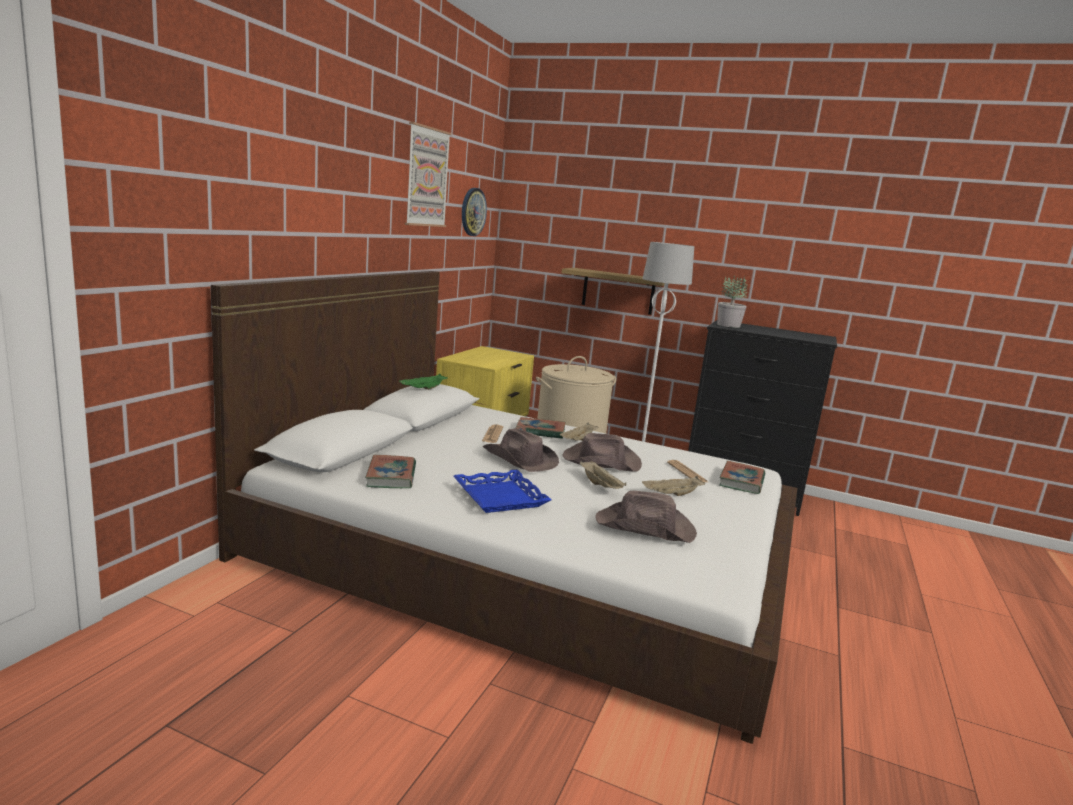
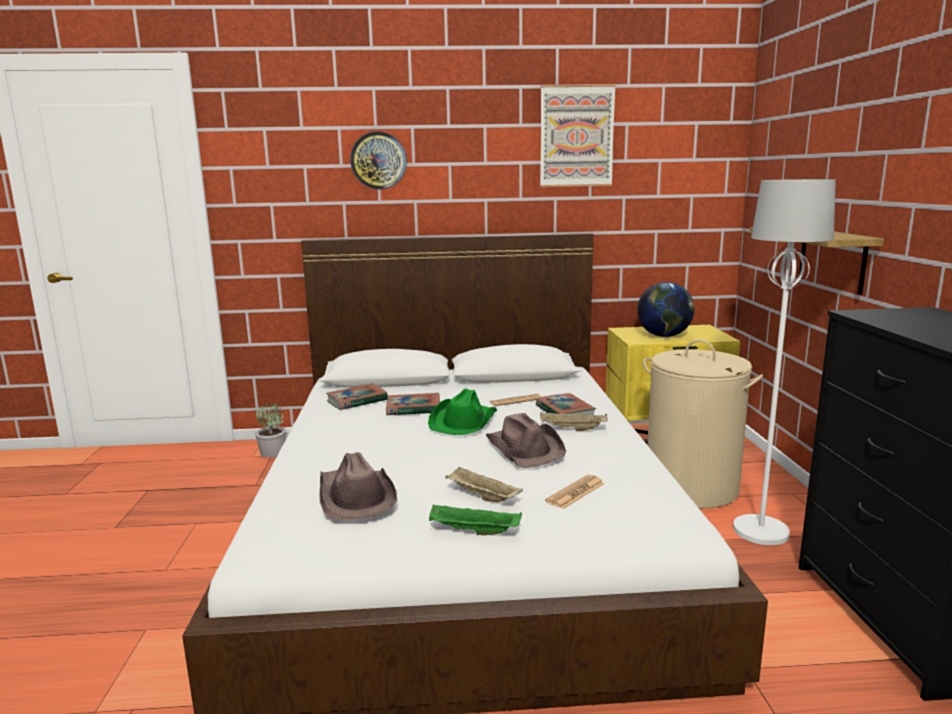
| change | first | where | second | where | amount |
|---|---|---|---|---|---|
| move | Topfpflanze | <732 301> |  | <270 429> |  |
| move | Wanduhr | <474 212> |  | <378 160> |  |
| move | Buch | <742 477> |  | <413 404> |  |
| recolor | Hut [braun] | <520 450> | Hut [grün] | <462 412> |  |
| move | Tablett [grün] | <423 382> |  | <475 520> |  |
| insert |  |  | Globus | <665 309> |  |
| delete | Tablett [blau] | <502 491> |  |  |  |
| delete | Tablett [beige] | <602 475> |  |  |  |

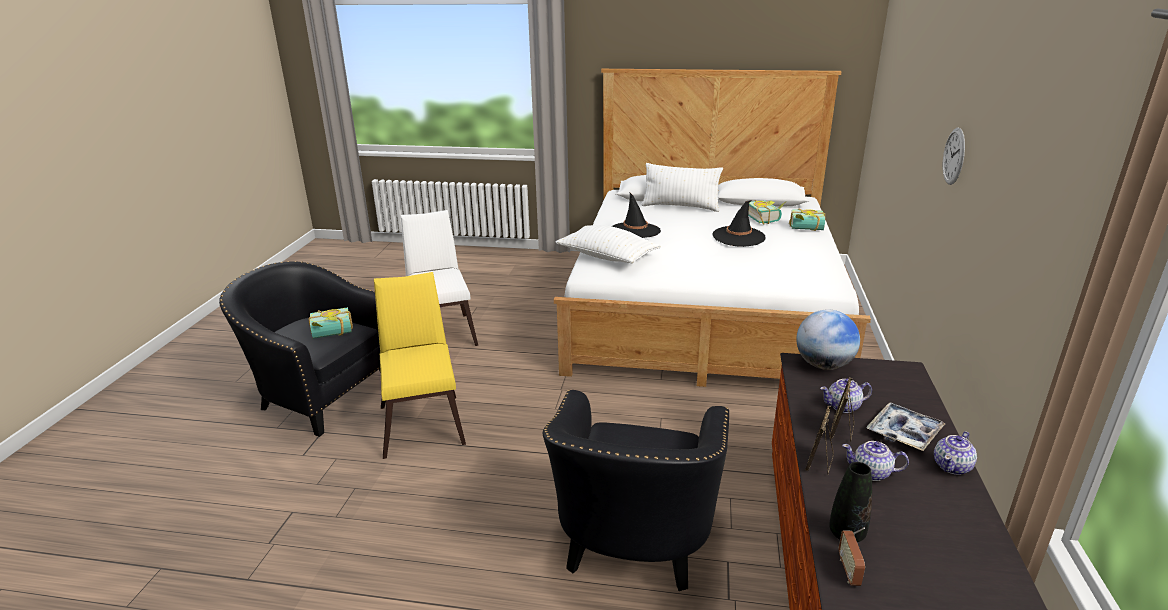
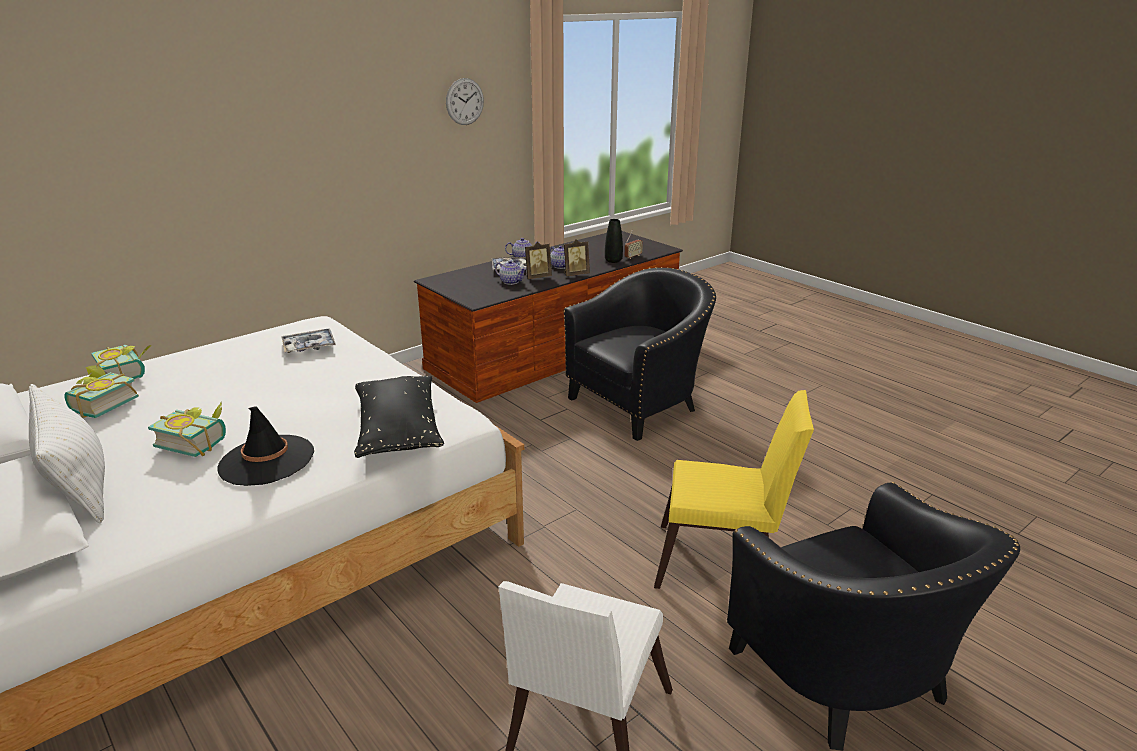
| change | first | where | second | where | amount |
|---|---|---|---|---|---|
| move | Buch | <330 323> |  | <187 429> |  |
| insert |  |  | Tablett | <308 341> |  |
| recolor | Kissen [weiß] | <608 244> | Kissen [schwarz] | <399 417> |  |
| move | Wanduhr | <954 156> |  | <465 101> |  |
| rotate | Stuhl [gelb] | <420 365> |  | <734 489> | 105 degrees counterclockwise |
| delete | Hut [schwarz] | <739 223> |  |  |  |
| delete | Globus | <828 340> |  |  |  |

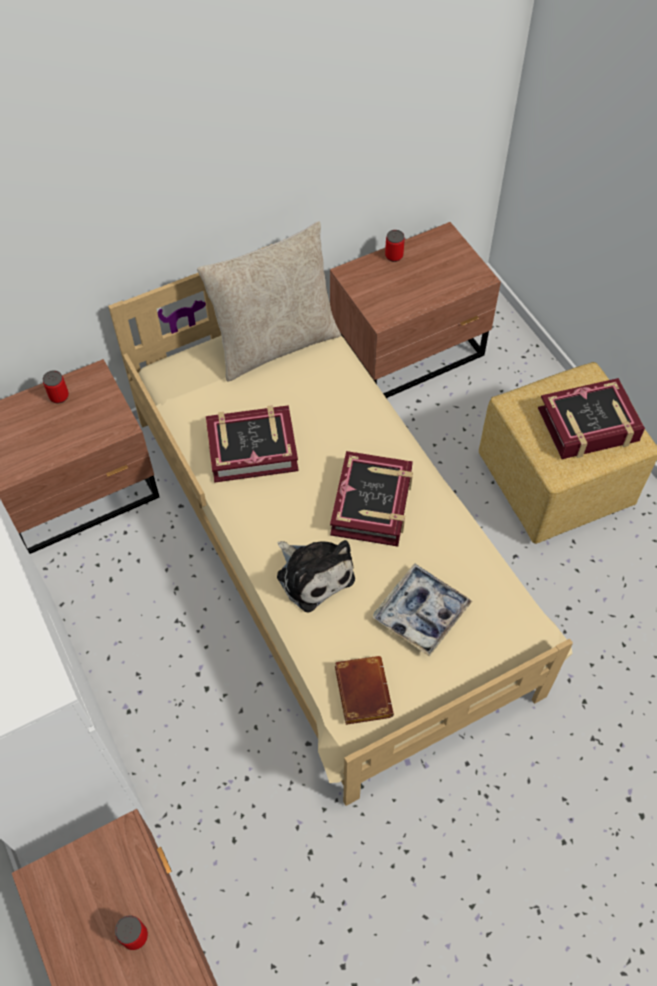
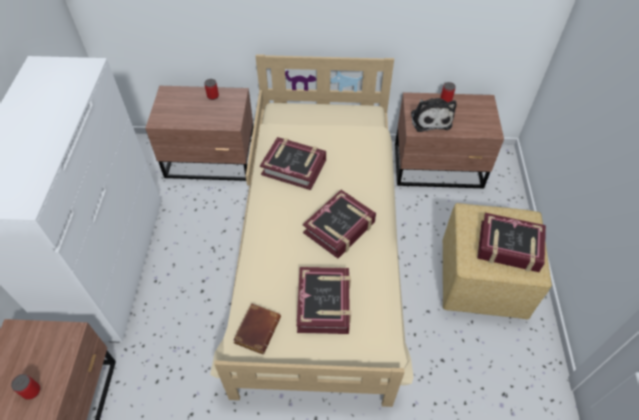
| change | first | where | second | where | amount |
|---|---|---|---|---|---|
| replace | Tablett | <422 609> | Buch | <324 300> |  |
| move | Plüschtier | <316 576> |  | <433 115> |  |
| delete | Kissen [beige] | <269 301> |  |  |  |

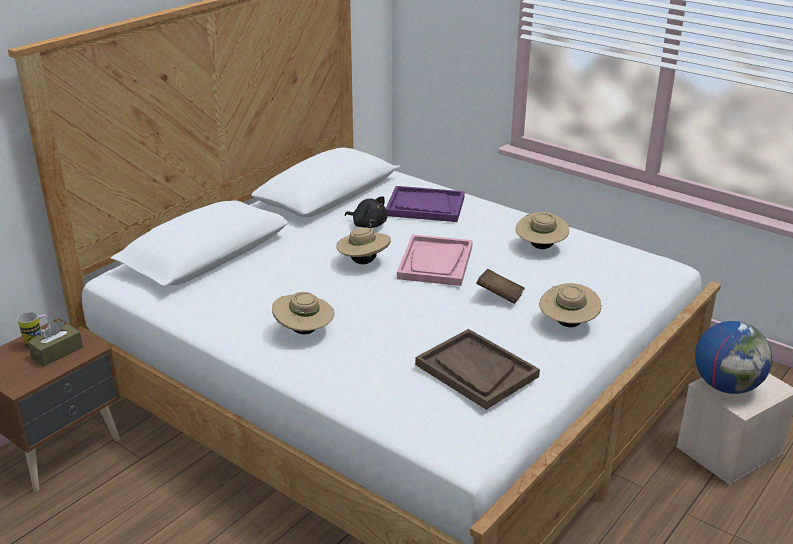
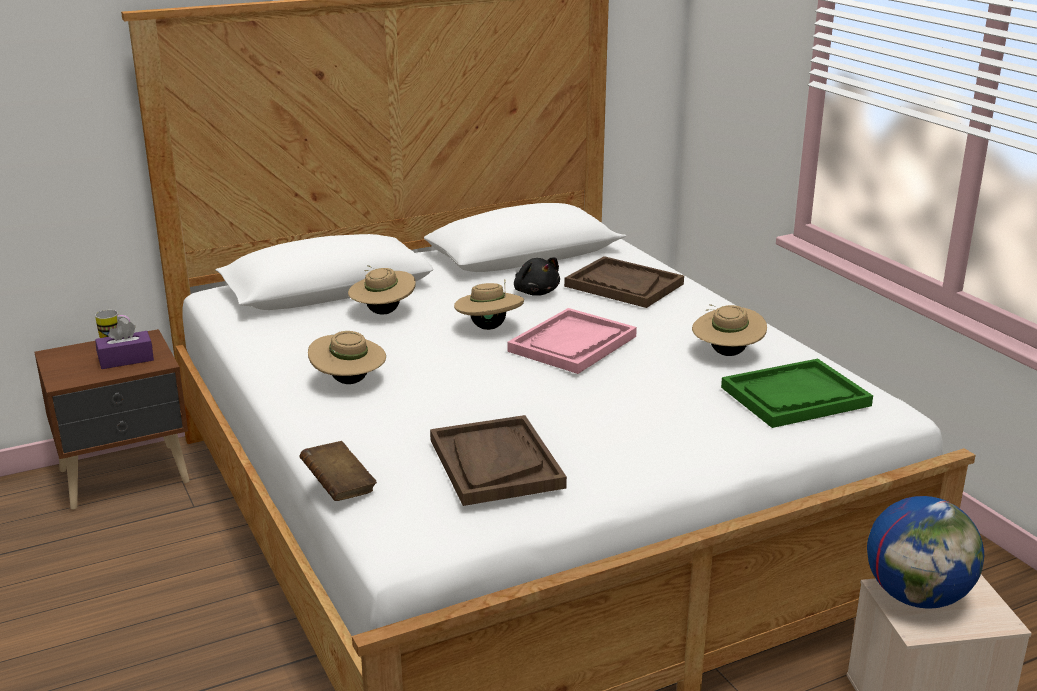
| change | first | where | second | where | amount |
|---|---|---|---|---|---|
| recolor | Taschentuchbox [braun] | <55 343> | Taschentuchbox [lila] | <124 345> |  |
| move | Buch [braun] | <500 286> |  | <338 471> |  |
| move | Hut [beige] | <570 305> |  | <382 290> |  |
| recolor | Tablett [lila] | <425 204> | Tablett [braun] | <624 282> |  |
| insert |  |  | Tablett [grün] | <797 393> |  |

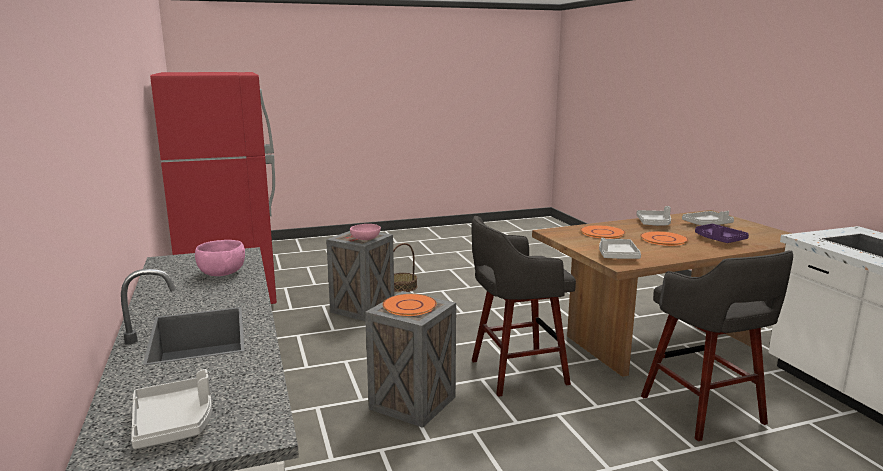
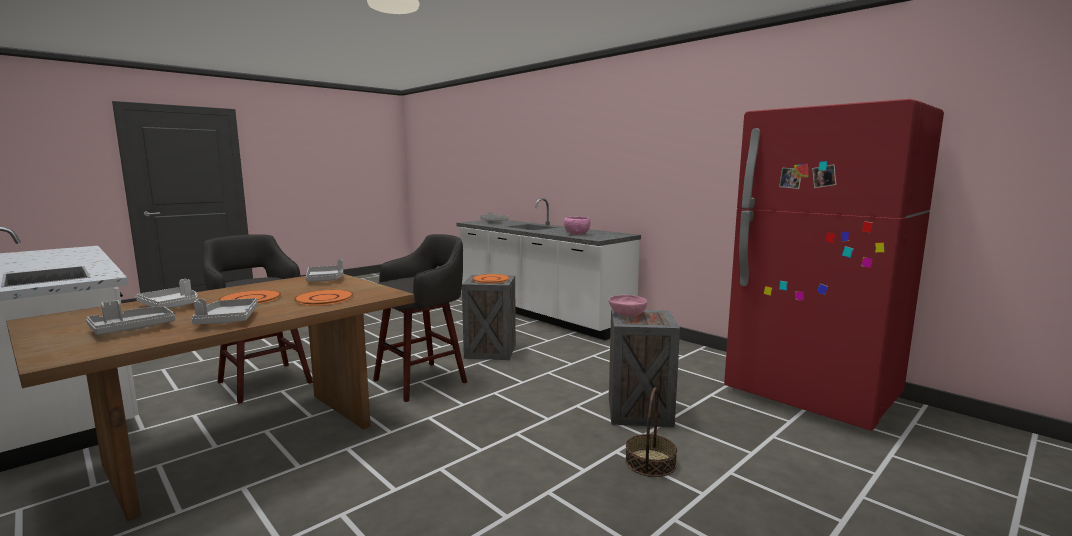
| change | first | where | second | where | amount |
|---|---|---|---|---|---|
| recolor | Tablett [lila] | <722 233> | Tablett [weiß] | <167 293> |  |

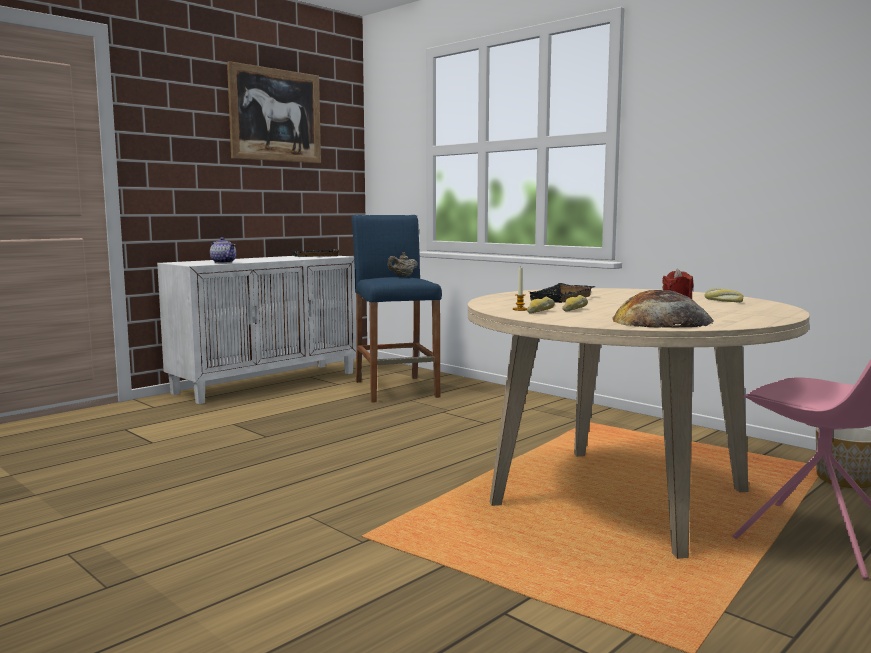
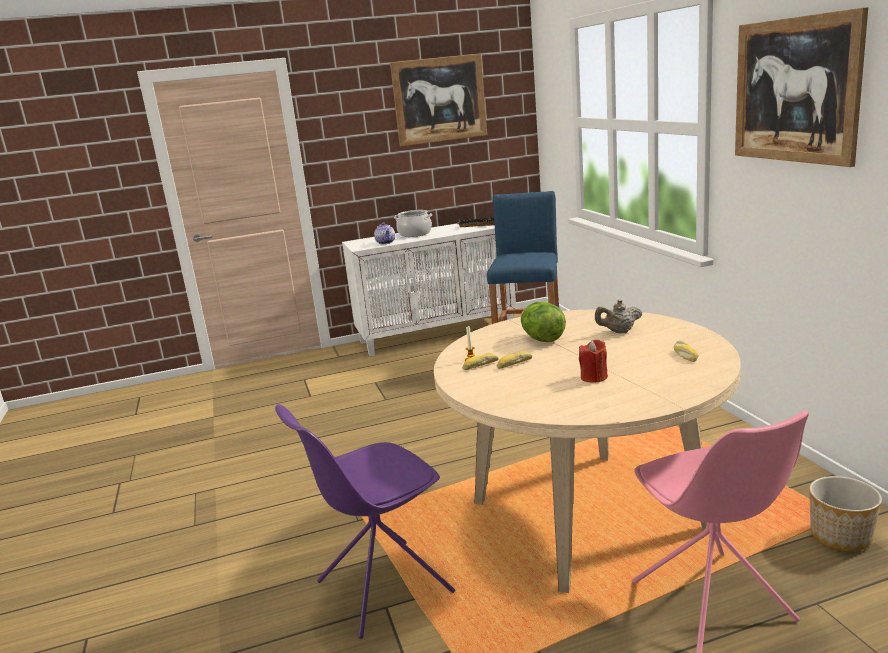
| change | first | where | second | where | amount |
|---|---|---|---|---|---|
| insert |  |  | Stuhl [lila] | <365 521> |  |
| insert |  |  | Kochtopf | <413 223> |  |
| replace | Tablett [schwarz] | <562 293> | Salatkopf | <543 322> |  |
| move | Teekanne [beige] | <402 264> |  | <618 316> |  |
| insert |  |  | Bild | <801 87> |  |
| delete | Brot | <663 309> |  |  |  |

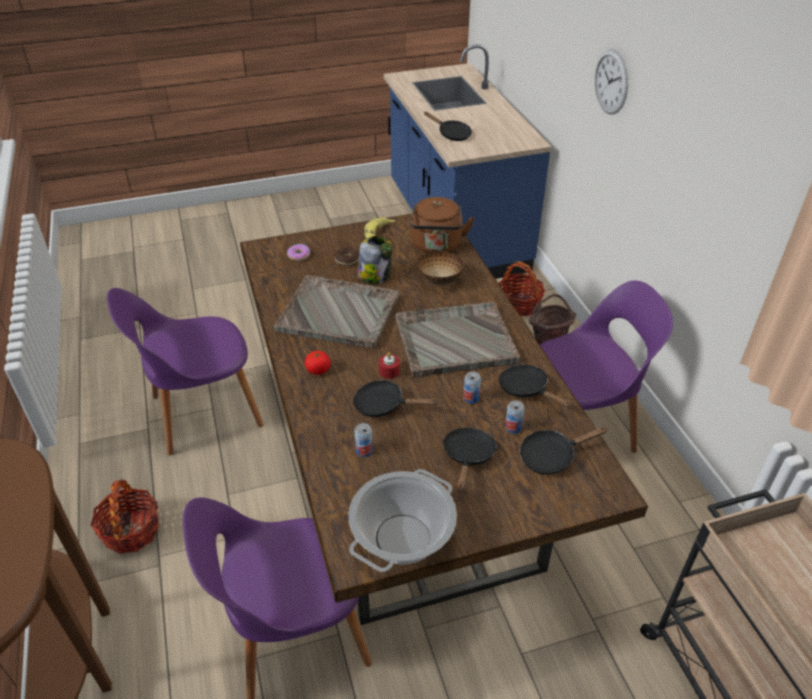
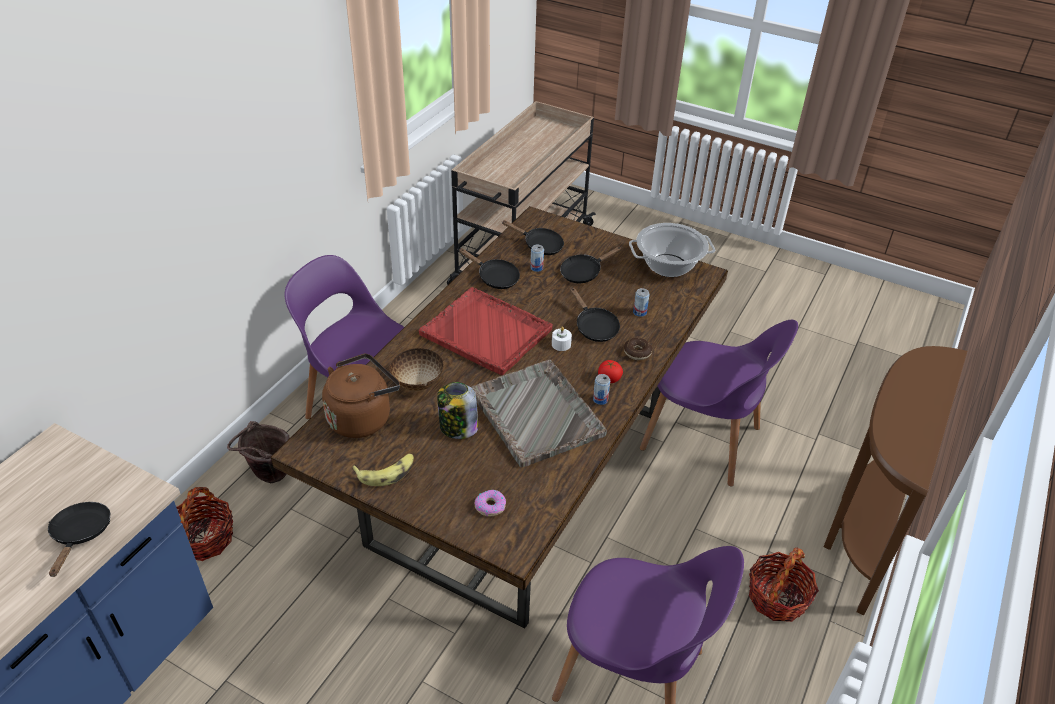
| change | first | where | second | where | amount |
|---|---|---|---|---|---|
| recolor | Tablett [grau] | <457 340> | Tablett [rot] | <486 331> |  |
| rotate | Pfanne [schwarz] | <535 386> |  | <489 268> | 60 degrees counterclockwise |
| recolor | Kerze [rot] | <389 366> | Kerze [weiß] | <562 338> |  |
| move | Dose | <472 387> |  | <601 389> |  |
| move | Donut | <346 256> |  | <638 349> |  |
| delete | Wanduhr | <611 82> |  |  |  |

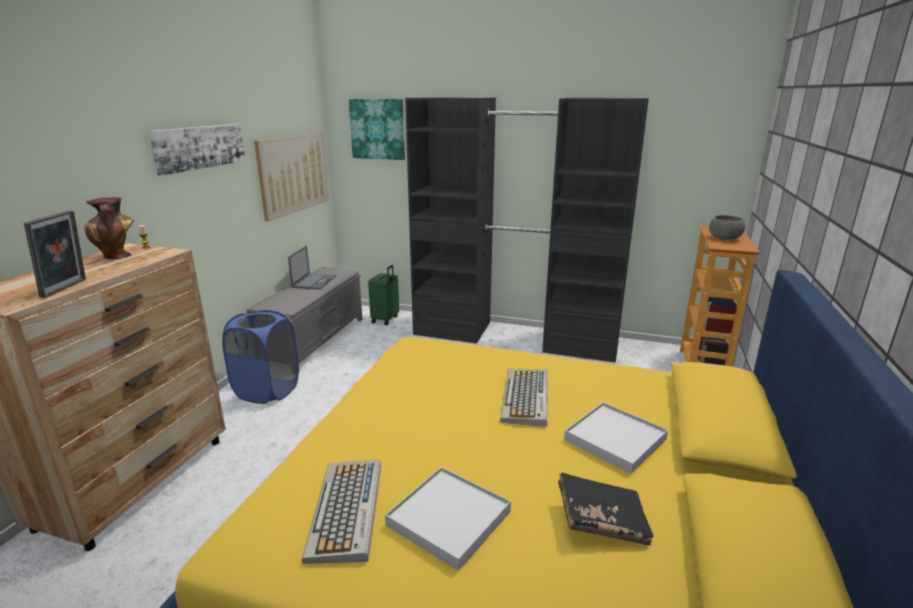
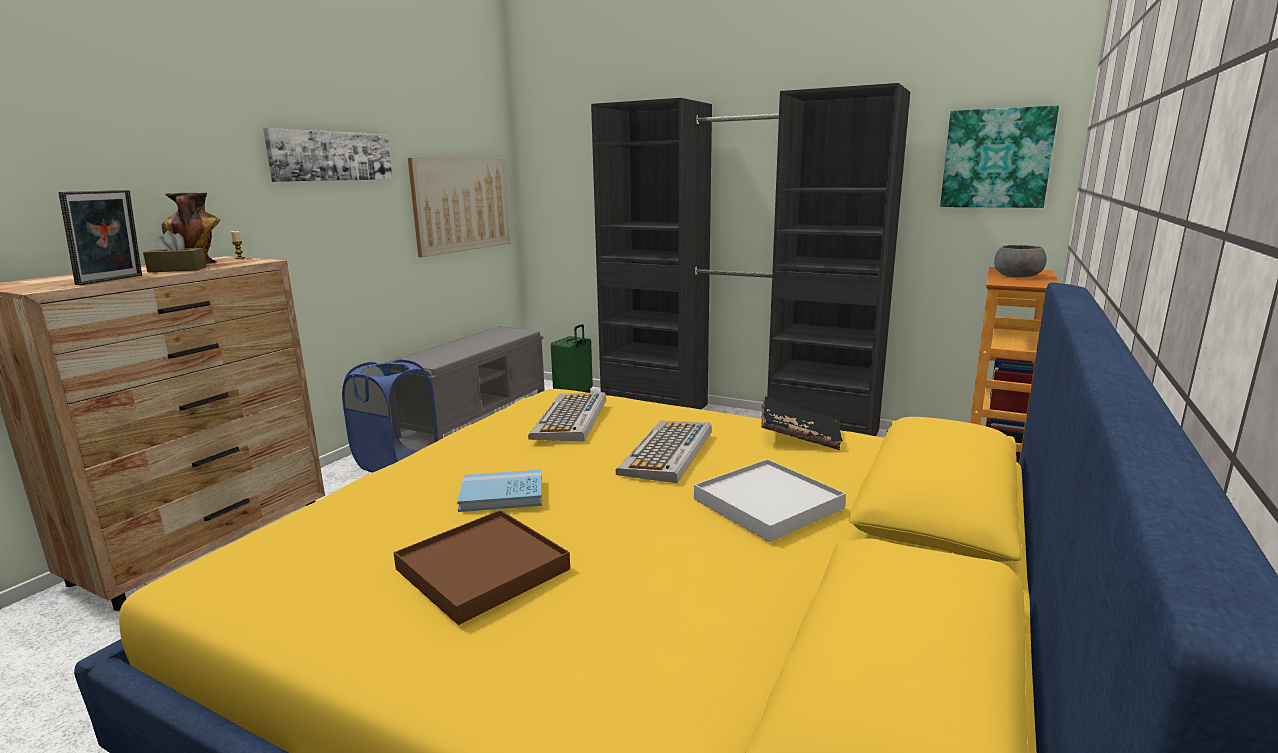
| change | first | where | second | where | amount |
|---|---|---|---|---|---|
| insert |  |  | Taschentuchbox [braun] | <175 251> |  |
| recolor | Tablett [weiß] | <448 519> | Tablett [braun] | <481 567> |  |
| insert |  |  | Buch [blau] | <499 490> |  |
| move | Tastatur | <341 511> |  | <567 416> |  |
| move | Buch [schwarz] | <605 509> |  | <801 423> |  |
| move | Bild | <377 129> |  | <999 156> |  |
| delete | Laptop | <312 268> |  |  |  |

